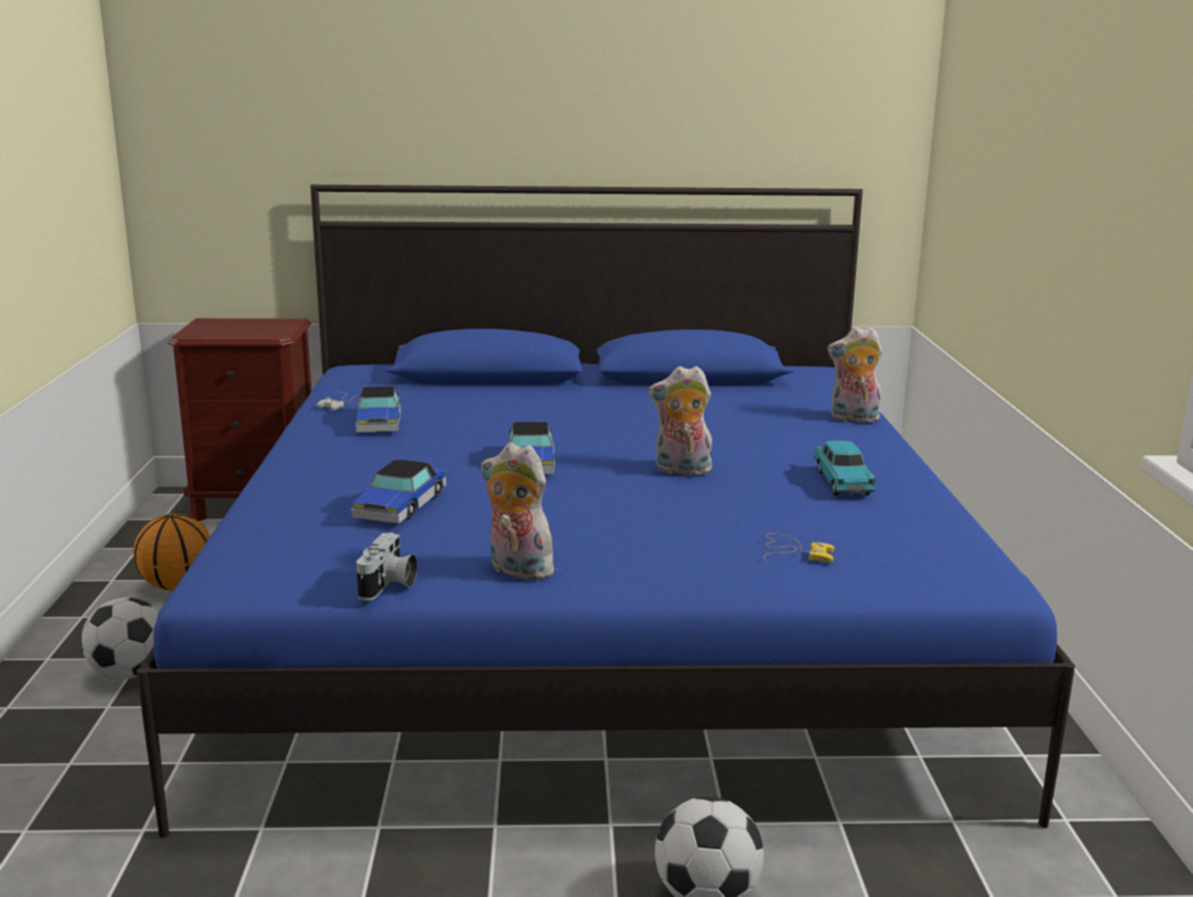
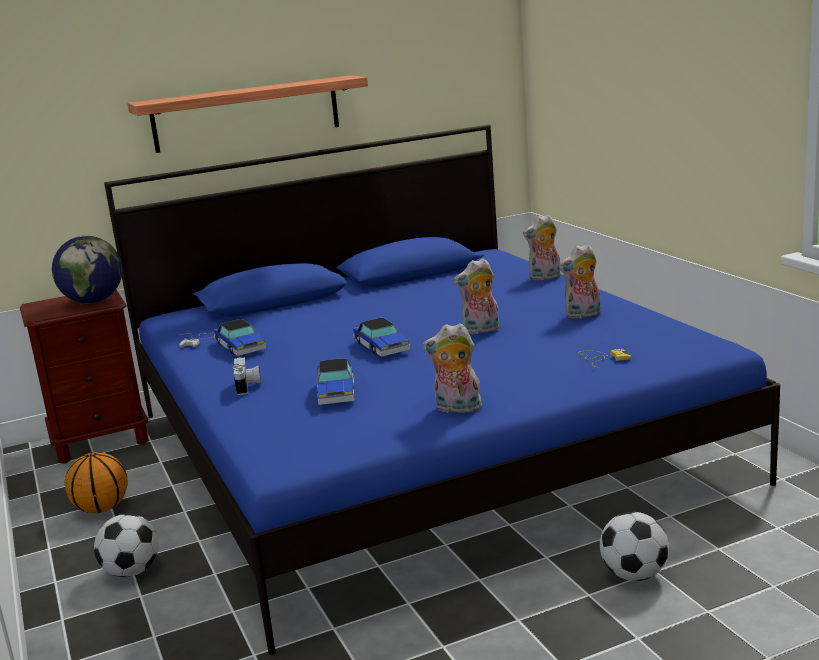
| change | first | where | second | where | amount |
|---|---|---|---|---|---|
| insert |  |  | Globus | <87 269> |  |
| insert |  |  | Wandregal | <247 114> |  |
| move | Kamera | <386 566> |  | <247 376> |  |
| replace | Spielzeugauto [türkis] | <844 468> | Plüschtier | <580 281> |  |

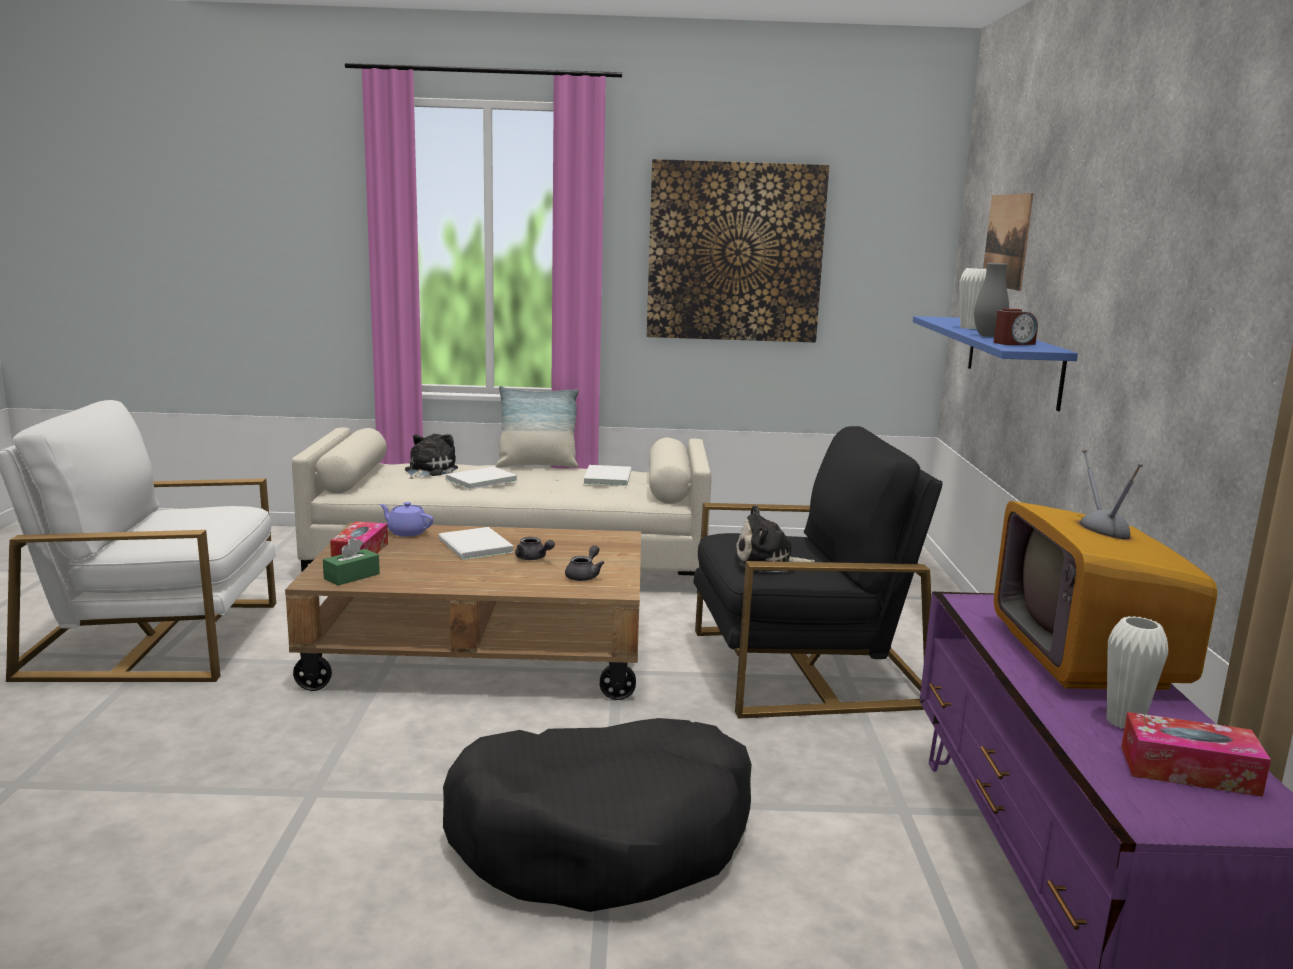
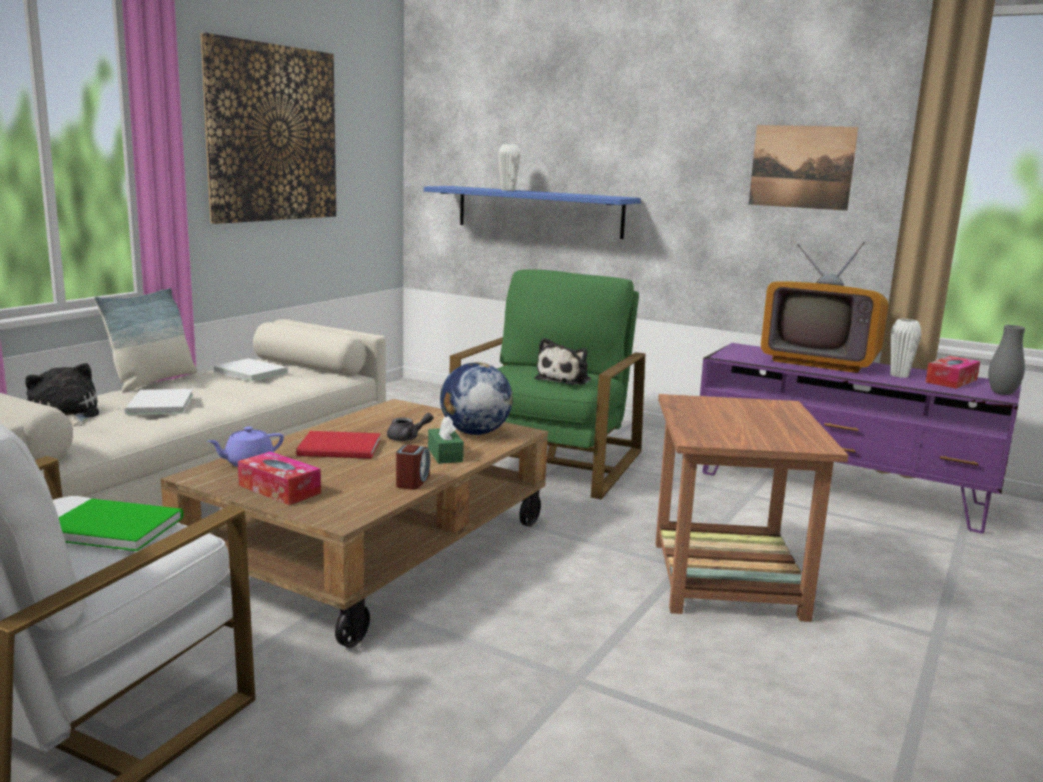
| change | first | where | second | where | amount |
|---|---|---|---|---|---|
| insert |  |  | Buch [grün] | <121 524> |  |
| recolor | Buch [weiß] | <476 543> | Buch [rot] | <338 445> |  |
| move | Wecker | <1016 327> |  | <413 467> |  |
| move | Taschentuchbox [grün] | <351 562> |  | <446 440> |  |
| replace | Teekanne [grau] | <584 563> | Globus | <476 398> |  |
| recolor | Sessel [schwarz] | <818 572> | Sessel [grün] | <547 384> |  |
| replace | Hundebett [schwarz] | <597 815> | Beistelltisch [braun] | <751 508> |  |
| move | Bild | <1008 242> |  | <804 168> |  |
| move | Vase [grau] | <991 300> |  | <1006 360> |  |

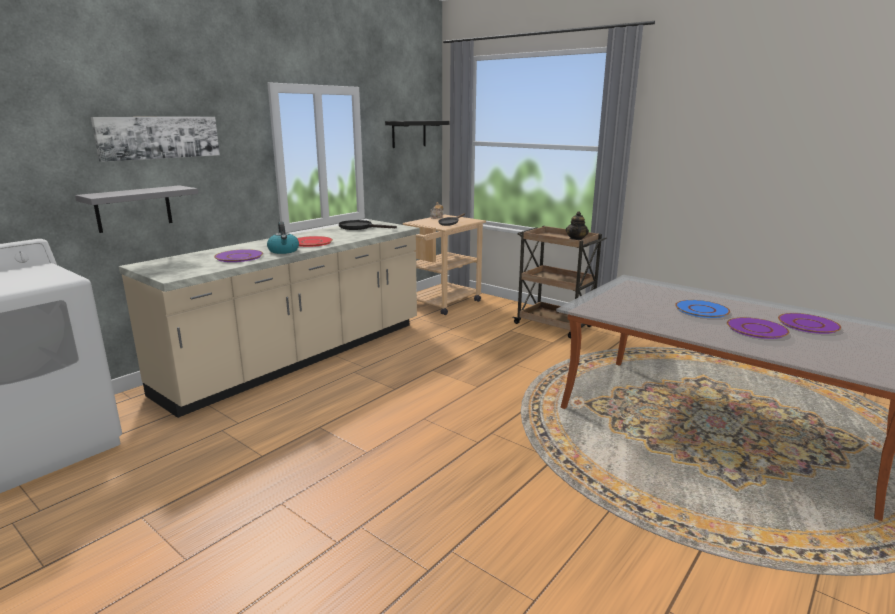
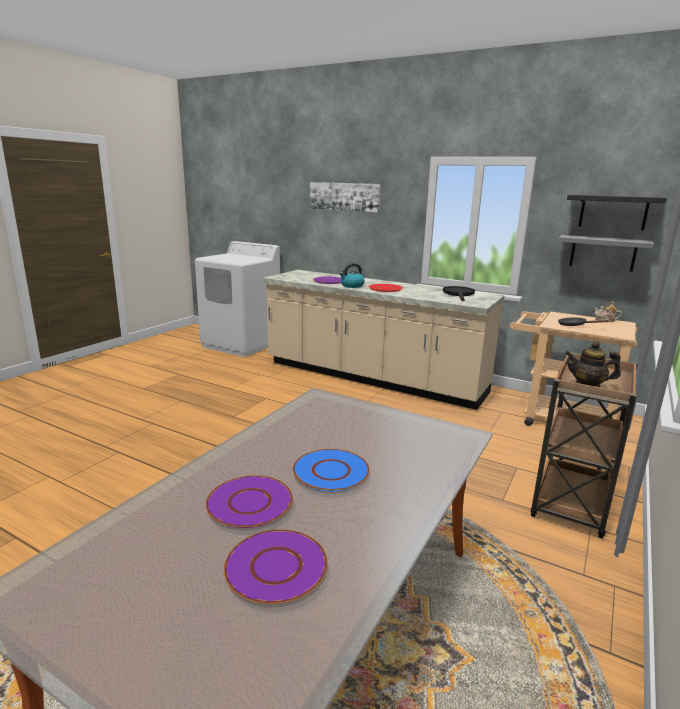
| change | first | where | second | where | amount |
|---|---|---|---|---|---|
| move | Wandregal [grau] | <136 209> |  | <606 253> |  |

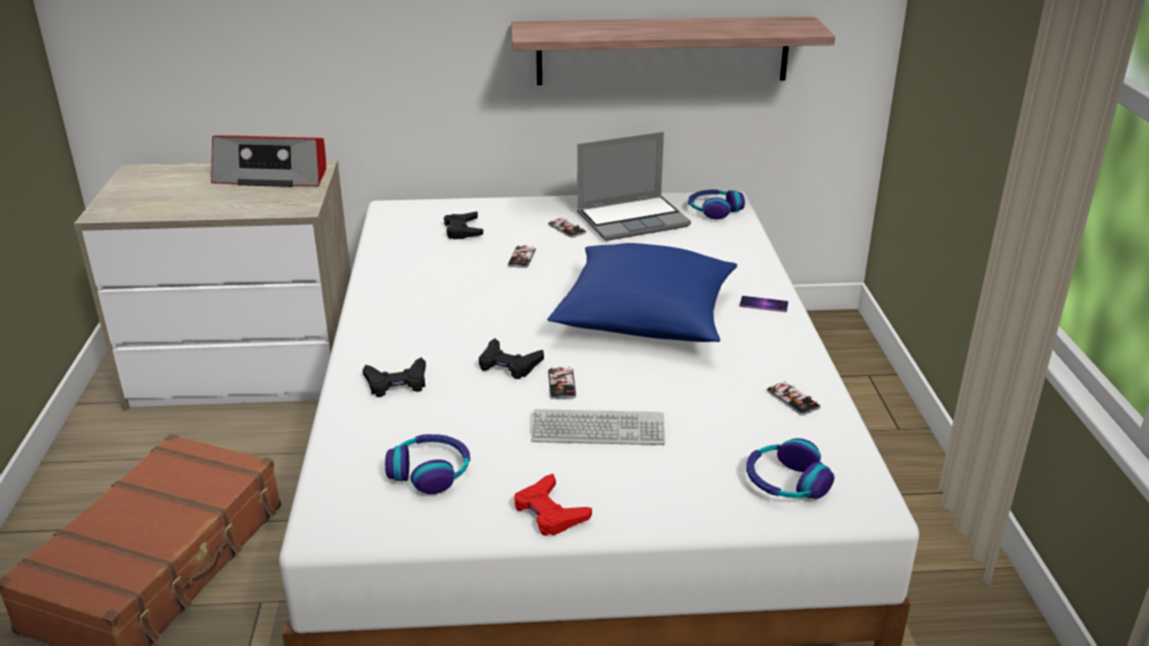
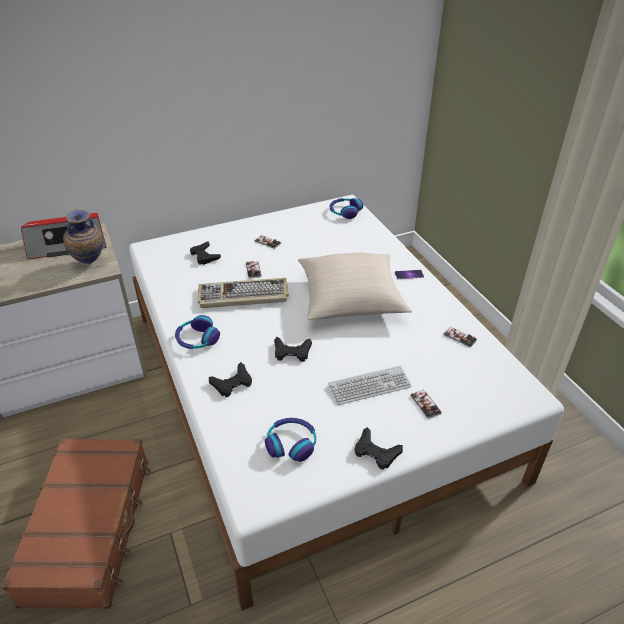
| change | first | where | second | where | amount |
|---|---|---|---|---|---|
| insert |  |  | Vase | <83 236> |  |
| move | Kopfhörer | <790 468> |  | <197 332> |  |
| insert |  |  | Tastatur | <243 293> |  |
| recolor | Kissen [blau] | <642 292> | Kissen [beige] | <355 286> |  |
| recolor | Gamepad [rot] | <553 505> | Gamepad [schwarz] | <378 448> |  |
| move | Handy | <562 383> |  | <426 404> |  |
| delete | Wandregal | <673 50> |  |  |  |
| delete | Laptop | <634 186> |  |  |  |

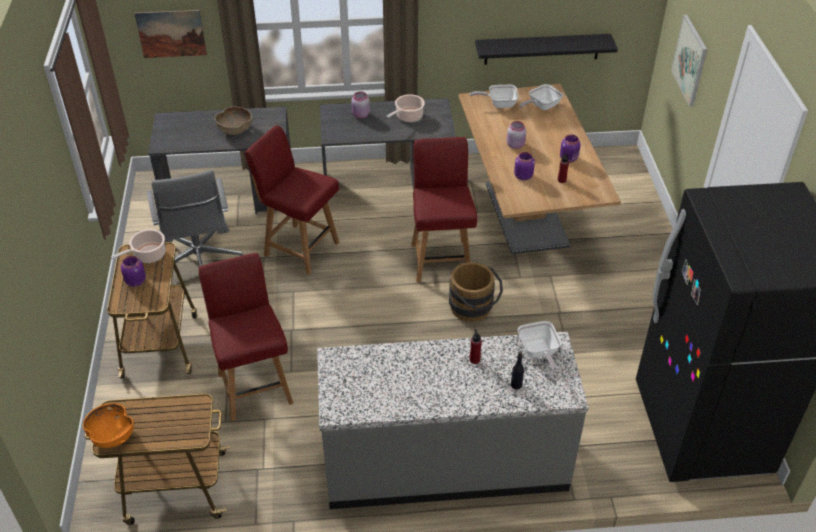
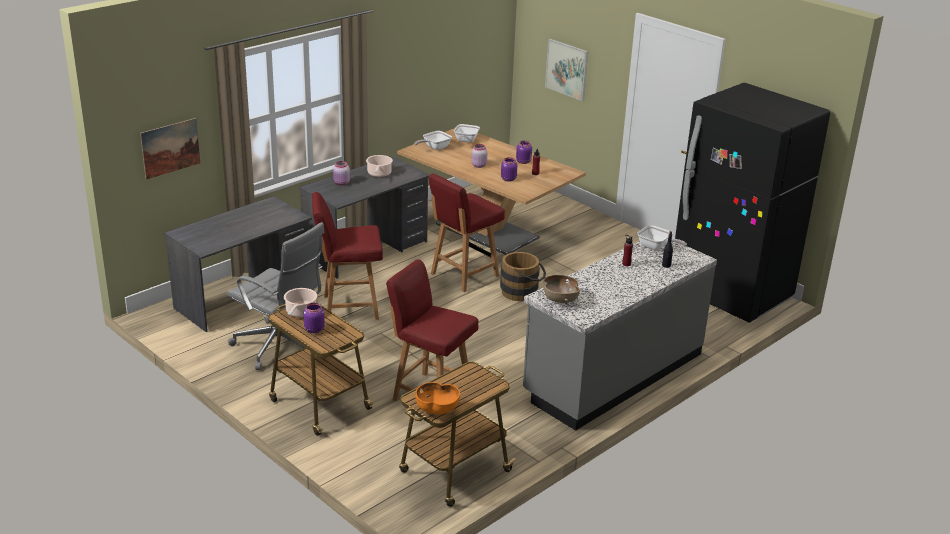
| change | first | where | second | where | amount |
|---|---|---|---|---|---|
| rotate | Stuhl [rot] | <444 209> |  | <466 232> | 90 degrees counterclockwise |
| move | Schüssel [braun] | <234 121> |  | <561 289> |  |
| delete | Wandregal [schwarz] | <546 49> |  |  |  |

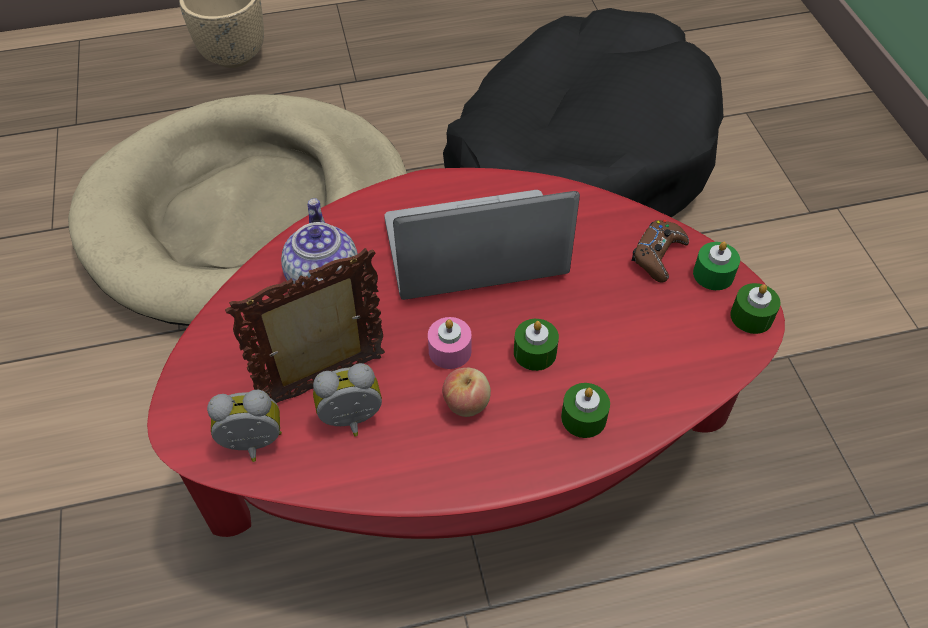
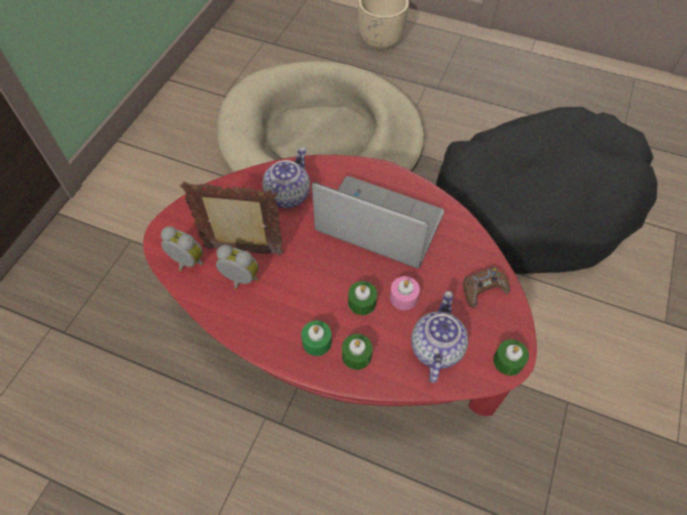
| change | first | where | second | where | amount |
|---|---|---|---|---|---|
| move | Kerze [grün] | <716 266> |  | <316 338> |  |
| move | Kerze [rosa] | <450 343> |  | <405 293> |  |
| insert |  |  | Teekanne | <439 337> |  |
| delete | Apfel | <466 392> |  |  |  |

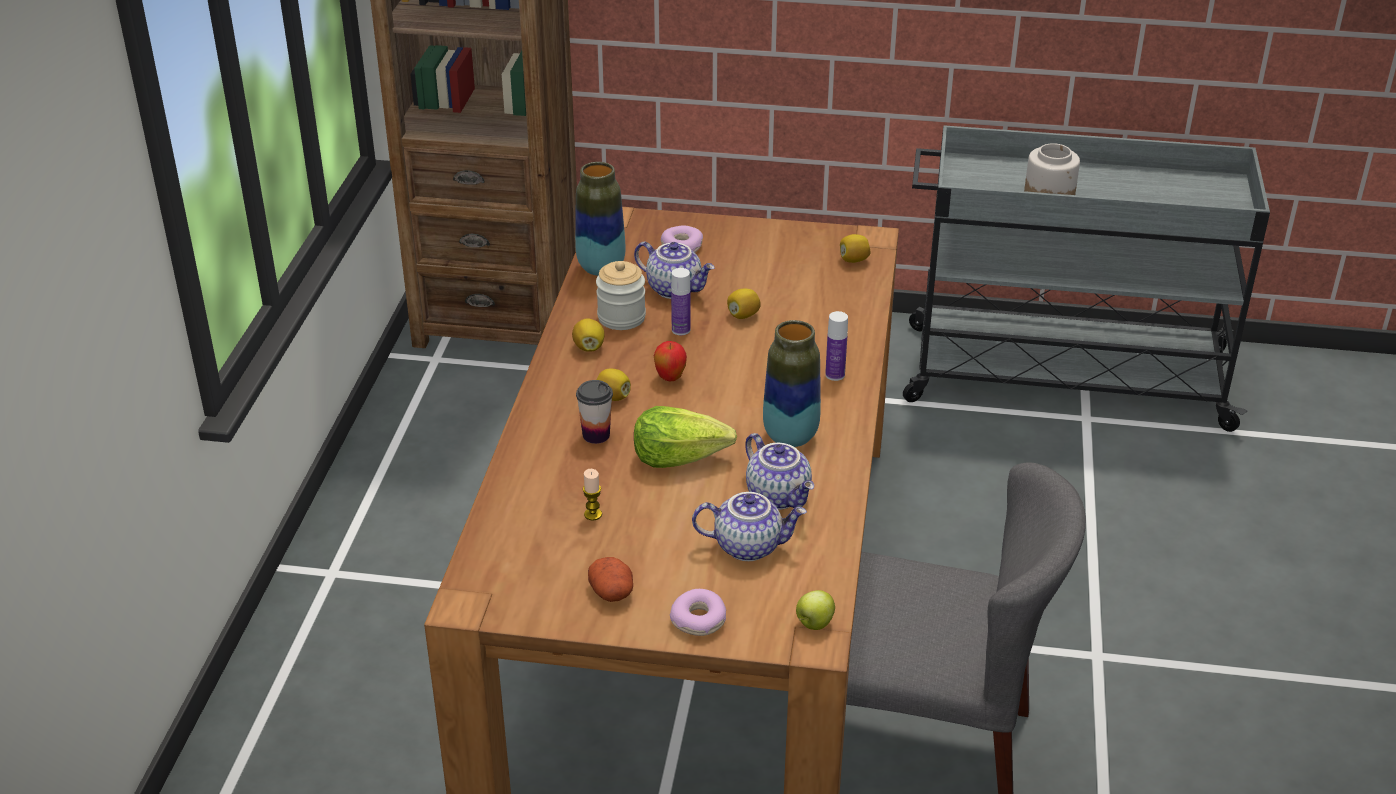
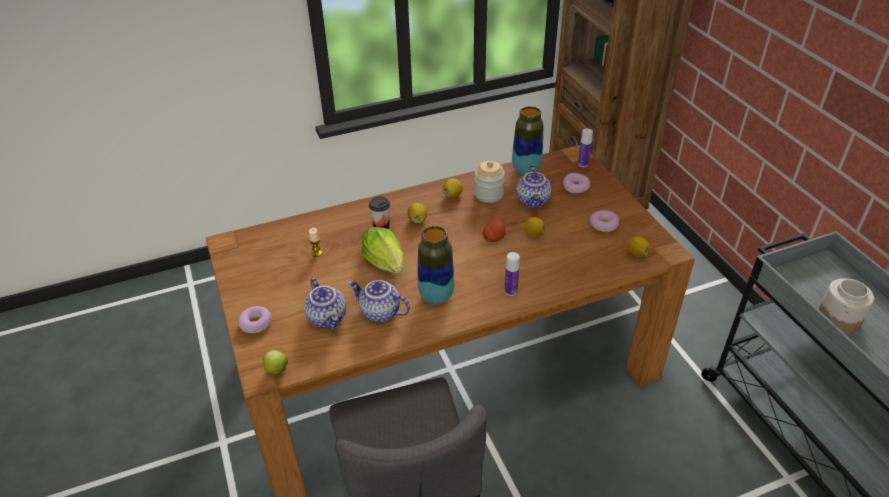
| change | first | where | second | where | amount |
|---|---|---|---|---|---|
| rotate | Teekanne | <779 471> |  | <379 301> | 90 degrees clockwise |
| move | Kartoffel | <610 579> |  | <494 230> |  |
| move | Flasche | <680 301> |  | <585 148> |  |
| insert |  |  | Donut | <604 221> |  |
| delete | Apfel | <670 361> |  |  |  |

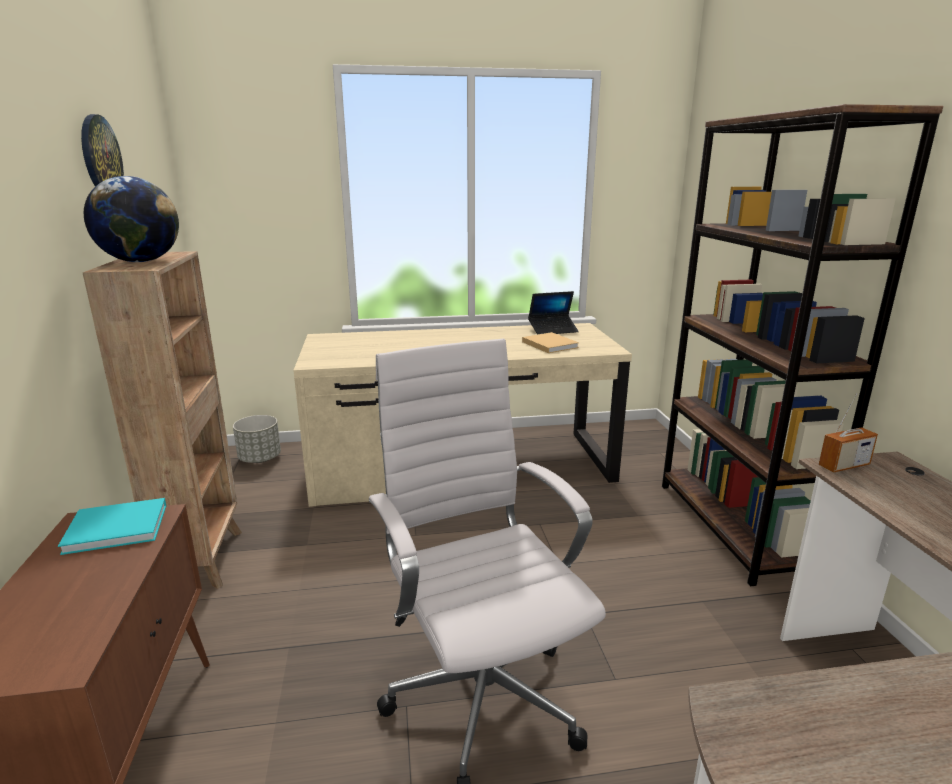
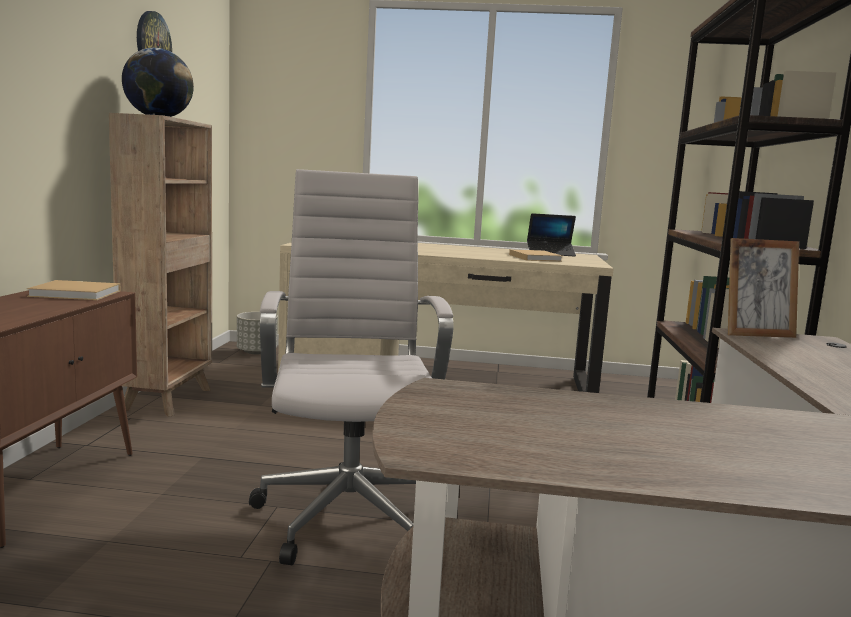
| change | first | where | second | where | amount |
|---|---|---|---|---|---|
| recolor | Buch [türkis] | <112 526> | Buch [beige] | <74 290> |  |
| replace | Radio | <848 432> | Bilderrahmen | <763 288> |  |

